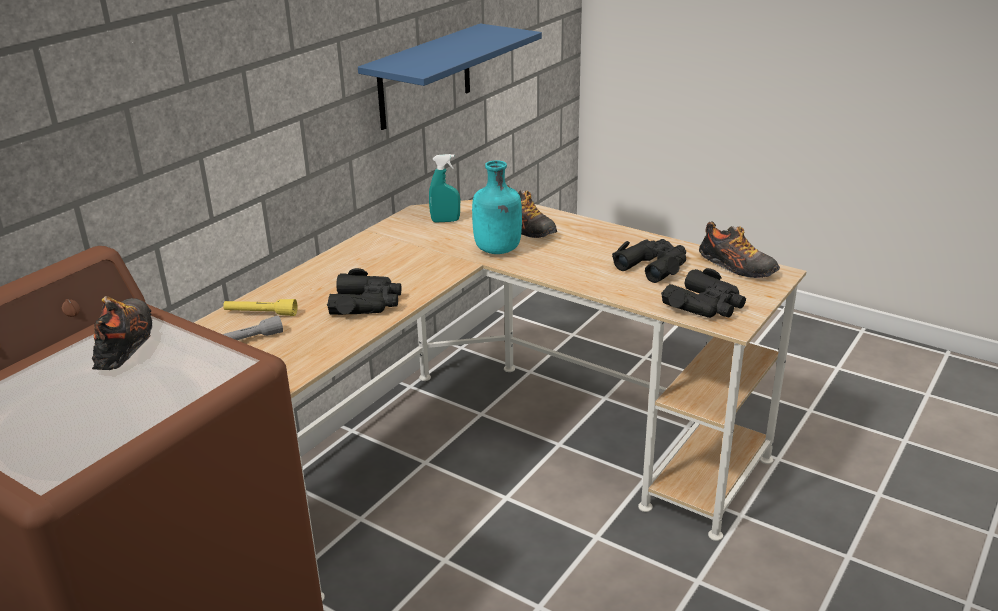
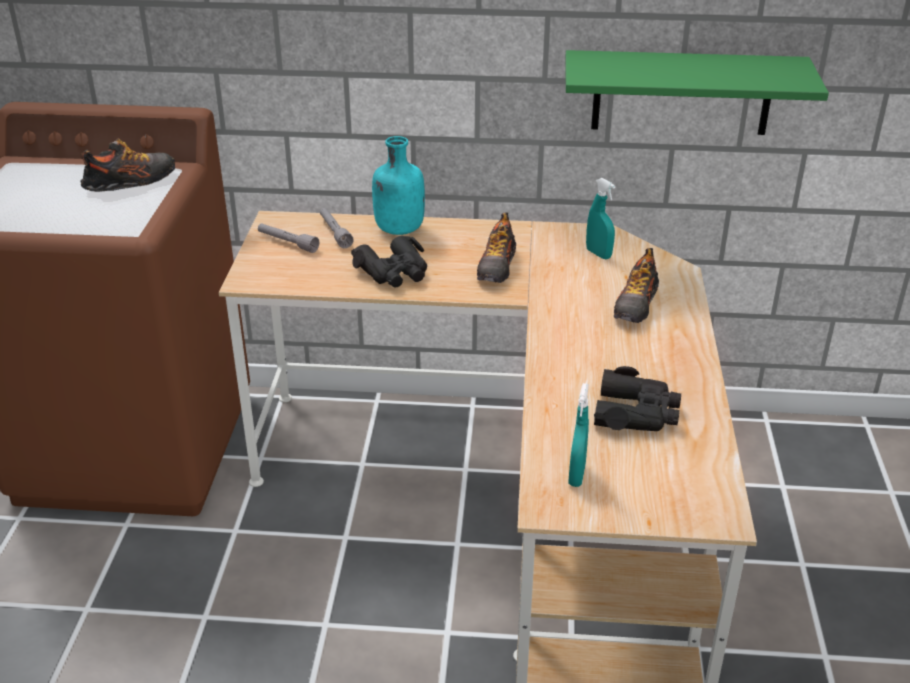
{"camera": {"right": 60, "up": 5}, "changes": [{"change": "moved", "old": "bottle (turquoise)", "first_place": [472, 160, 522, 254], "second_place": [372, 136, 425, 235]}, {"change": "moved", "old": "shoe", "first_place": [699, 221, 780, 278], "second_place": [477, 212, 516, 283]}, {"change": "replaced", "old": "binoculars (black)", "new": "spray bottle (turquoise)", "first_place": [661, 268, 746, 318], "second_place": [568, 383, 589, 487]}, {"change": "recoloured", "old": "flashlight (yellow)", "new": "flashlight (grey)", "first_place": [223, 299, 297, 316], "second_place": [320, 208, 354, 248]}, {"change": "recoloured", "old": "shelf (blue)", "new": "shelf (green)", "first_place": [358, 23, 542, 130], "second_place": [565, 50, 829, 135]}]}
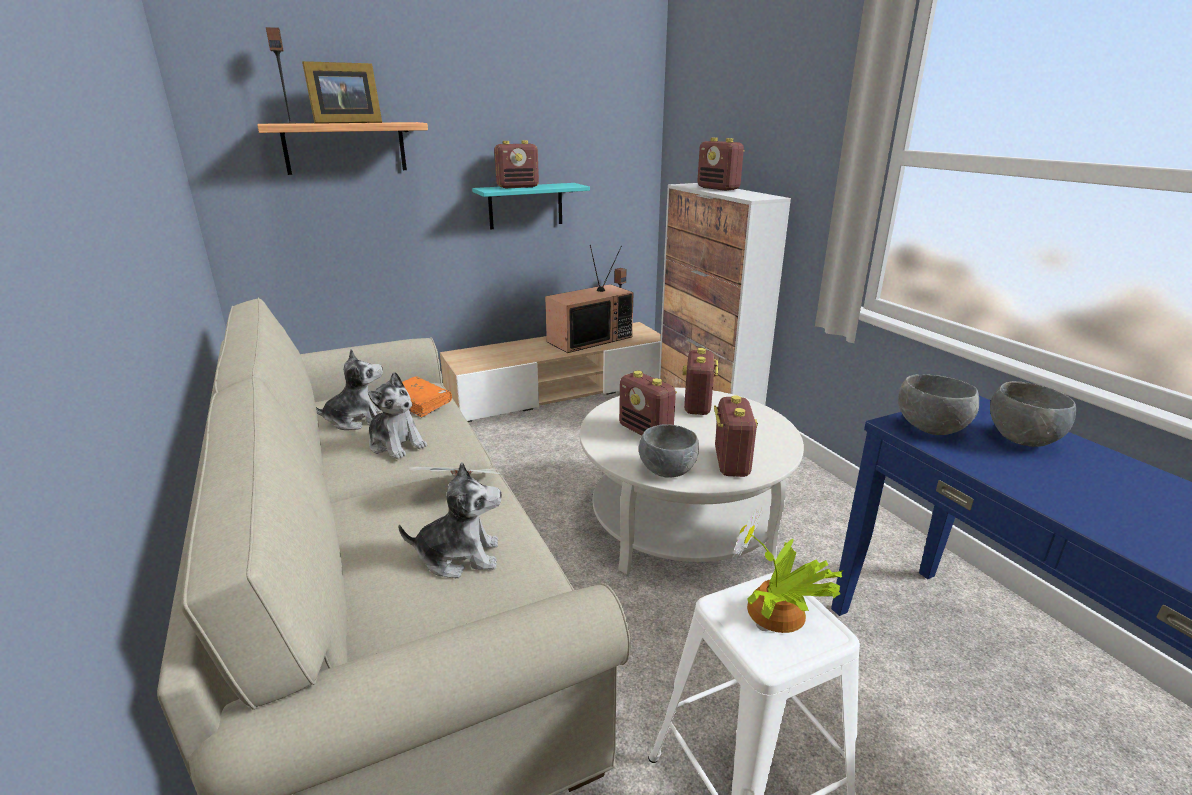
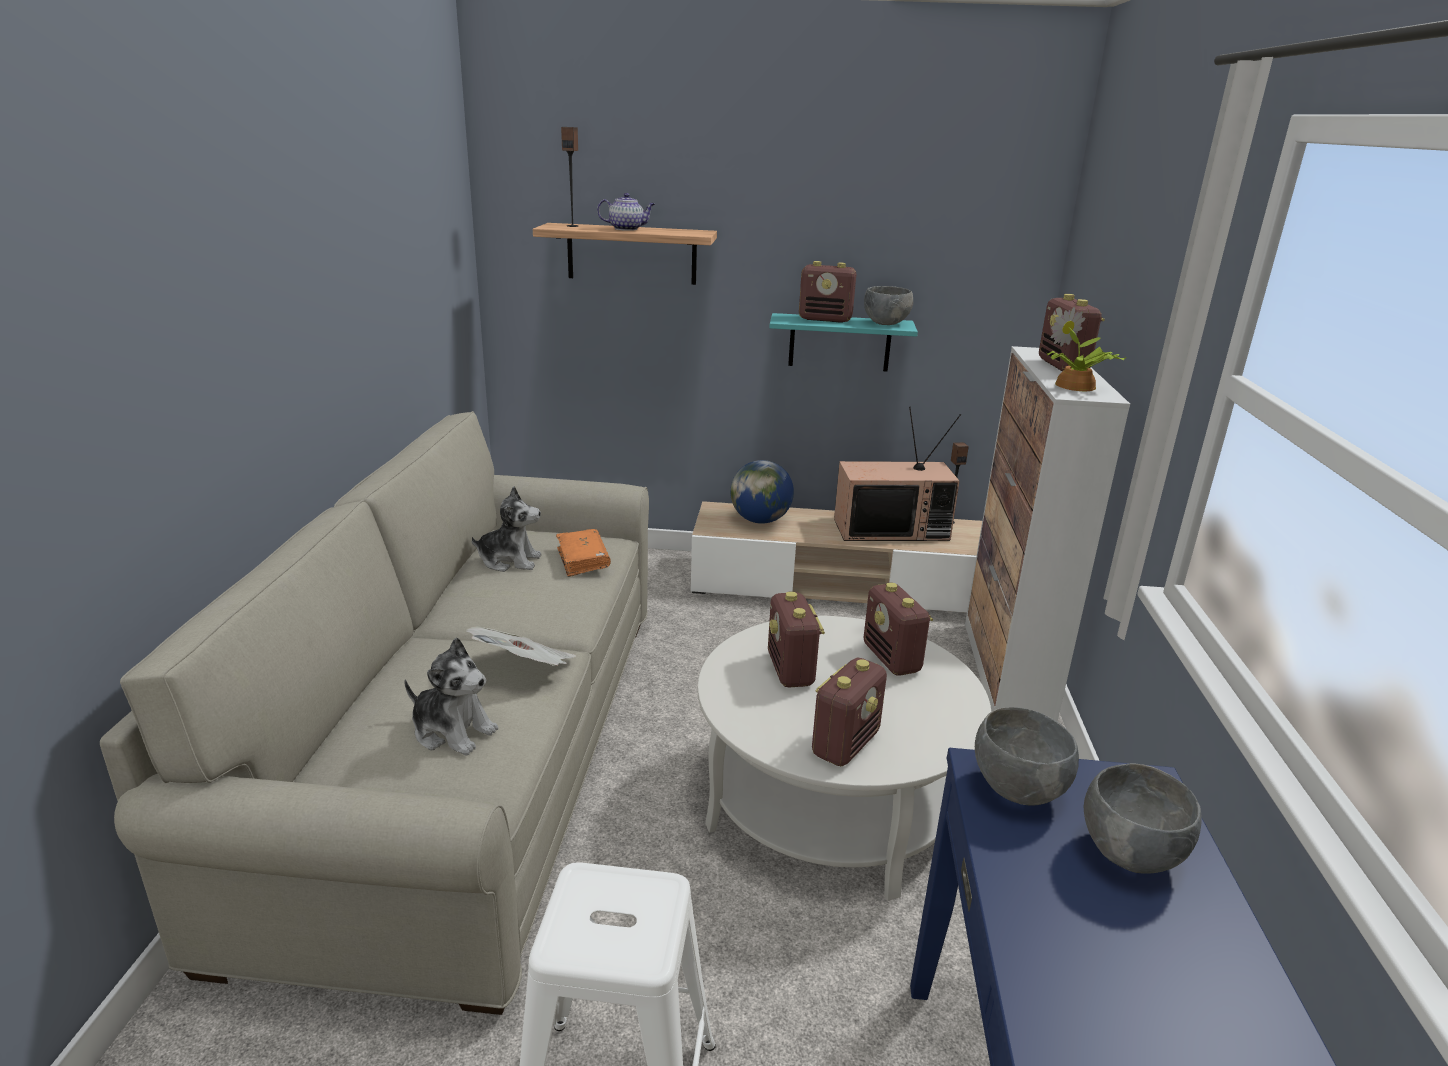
{"camera": {"right": 30, "up": 0}, "changes": [{"change": "removed", "old": "plush toy", "first_place": [368, 372, 427, 459]}, {"change": "added", "new": "globe", "second_place": [730, 460, 794, 524]}, {"change": "moved", "old": "bowl (grey)", "first_place": [639, 424, 699, 478], "second_place": [864, 286, 913, 325]}, {"change": "moved", "old": "potted plant", "first_place": [732, 508, 843, 633], "second_place": [1047, 307, 1126, 391]}, {"change": "replaced", "old": "picture frame", "new": "teapot", "first_place": [302, 61, 382, 124], "second_place": [597, 193, 655, 231]}, {"change": "turned", "old": "radio", "first_place": [682, 348, 718, 415], "second_place": [863, 582, 933, 676], "degrees": -60}]}
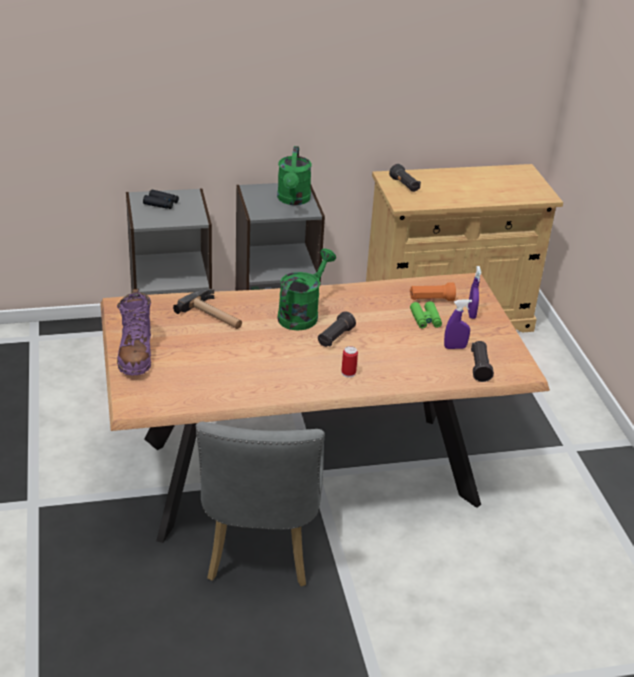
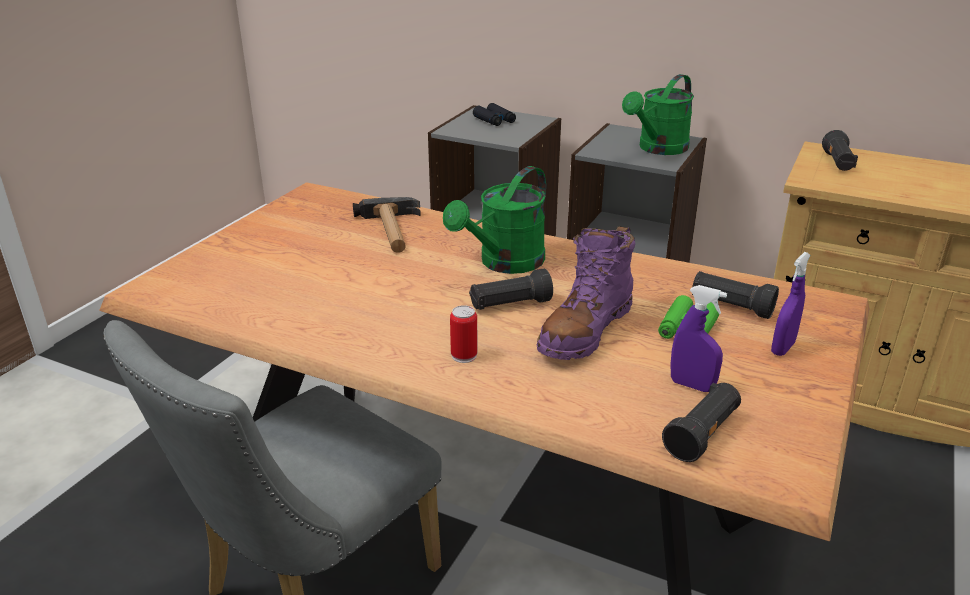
{"camera": {"right": 40, "up": -5}, "changes": [{"change": "moved", "old": "boot (purple)", "first_place": [117, 289, 151, 375], "second_place": [537, 226, 635, 360]}, {"change": "recoloured", "old": "flashlight (orange)", "new": "flashlight (black)", "first_place": [410, 283, 456, 301], "second_place": [692, 271, 779, 319]}, {"change": "turned", "old": "watering can (green)", "first_place": [277, 248, 336, 331], "second_place": [443, 166, 546, 274], "degrees": 150}]}
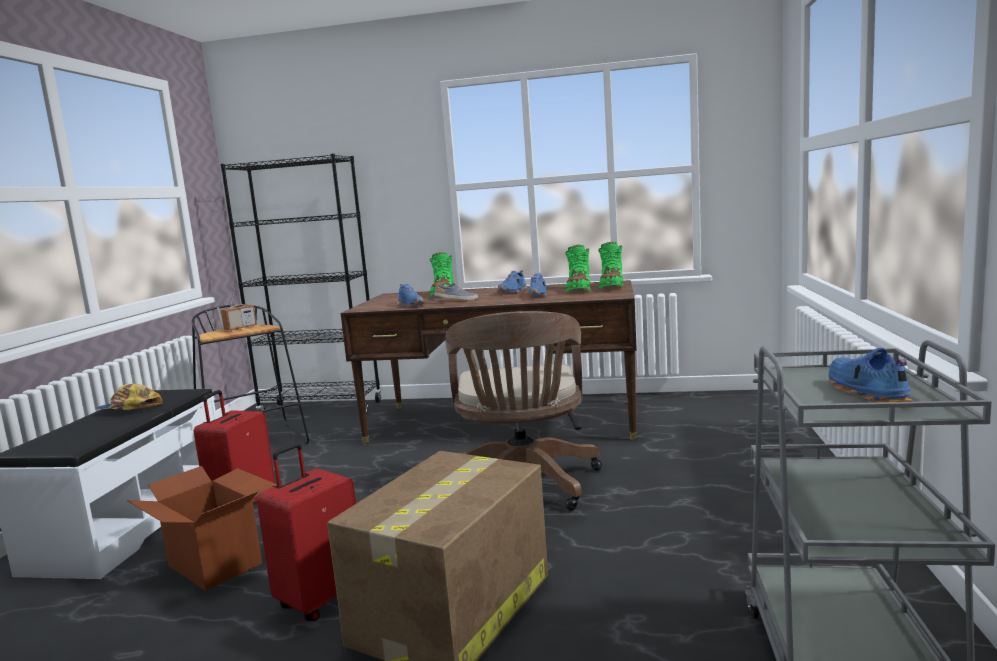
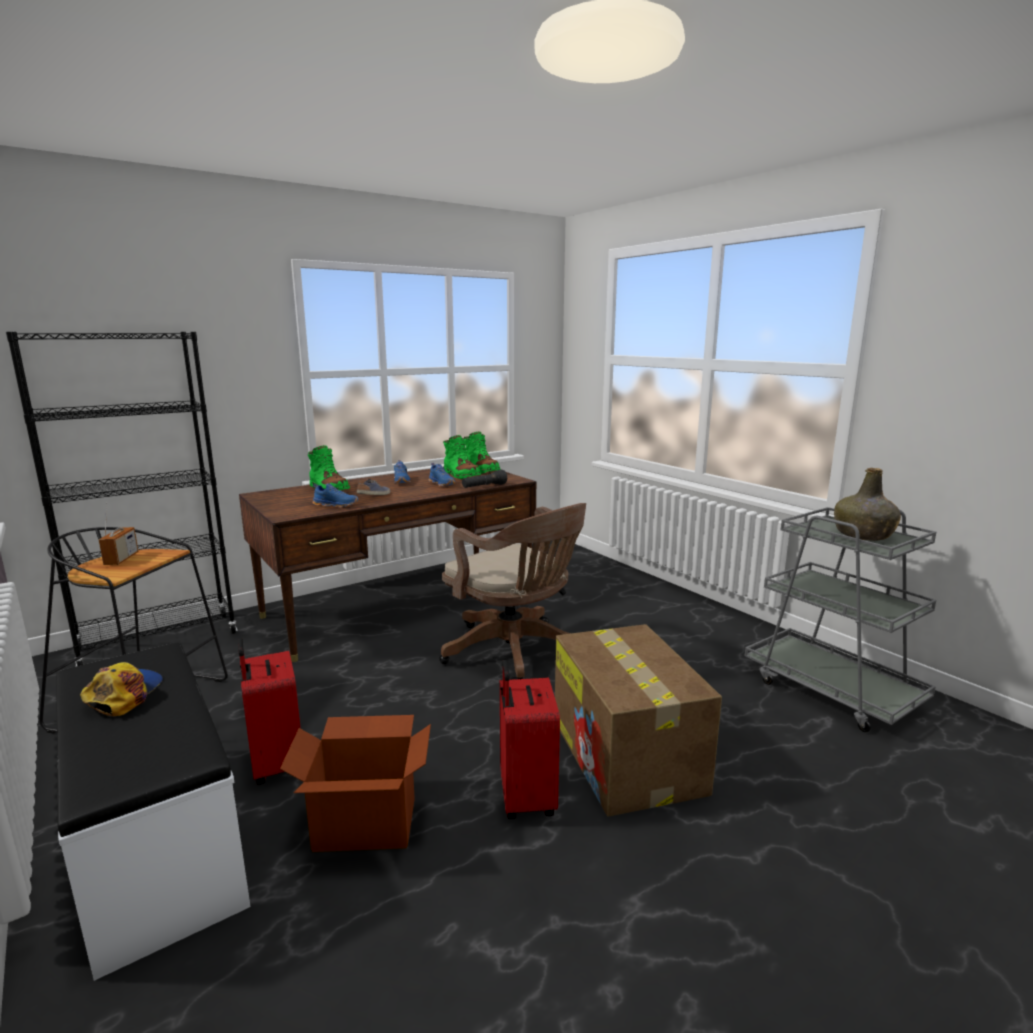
{"camera": {"right": -45, "up": 5}, "changes": [{"change": "added", "new": "flashlight (black)", "second_place": [462, 470, 507, 488]}, {"change": "replaced", "old": "shoe (blue)", "new": "bottle (green)", "first_place": [829, 348, 913, 402], "second_place": [834, 468, 901, 541]}, {"change": "turned", "old": "cap", "first_place": [95, 384, 162, 410], "second_place": [80, 662, 163, 716], "degrees": 120}]}
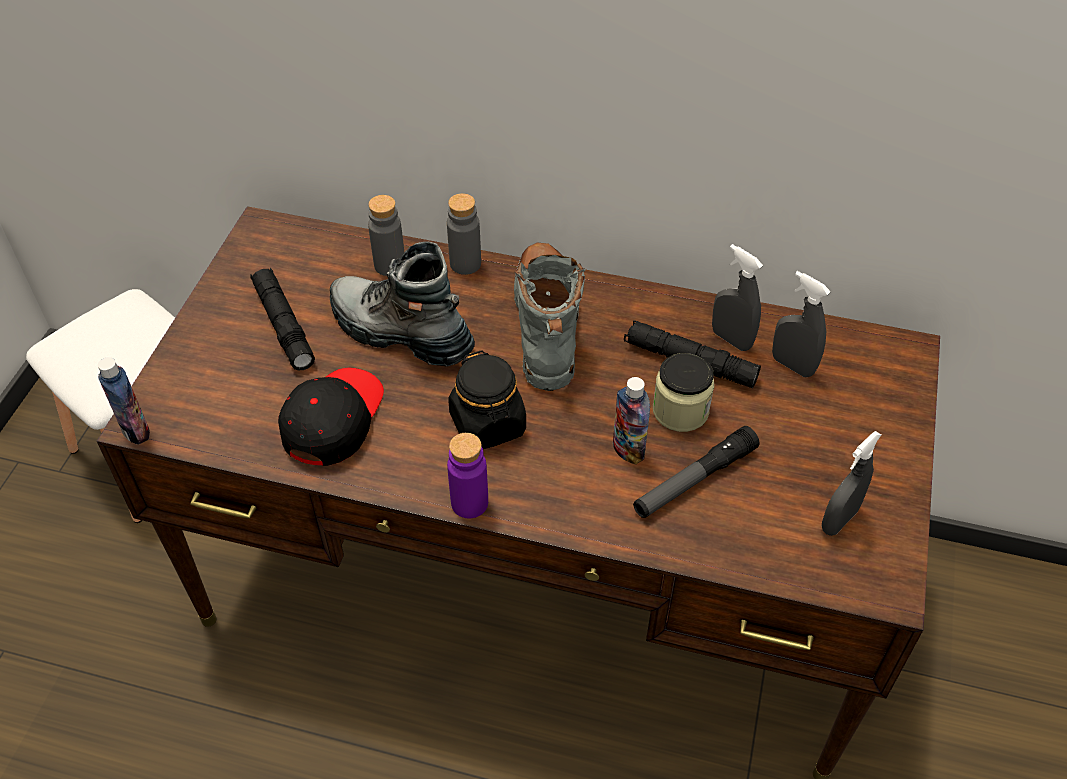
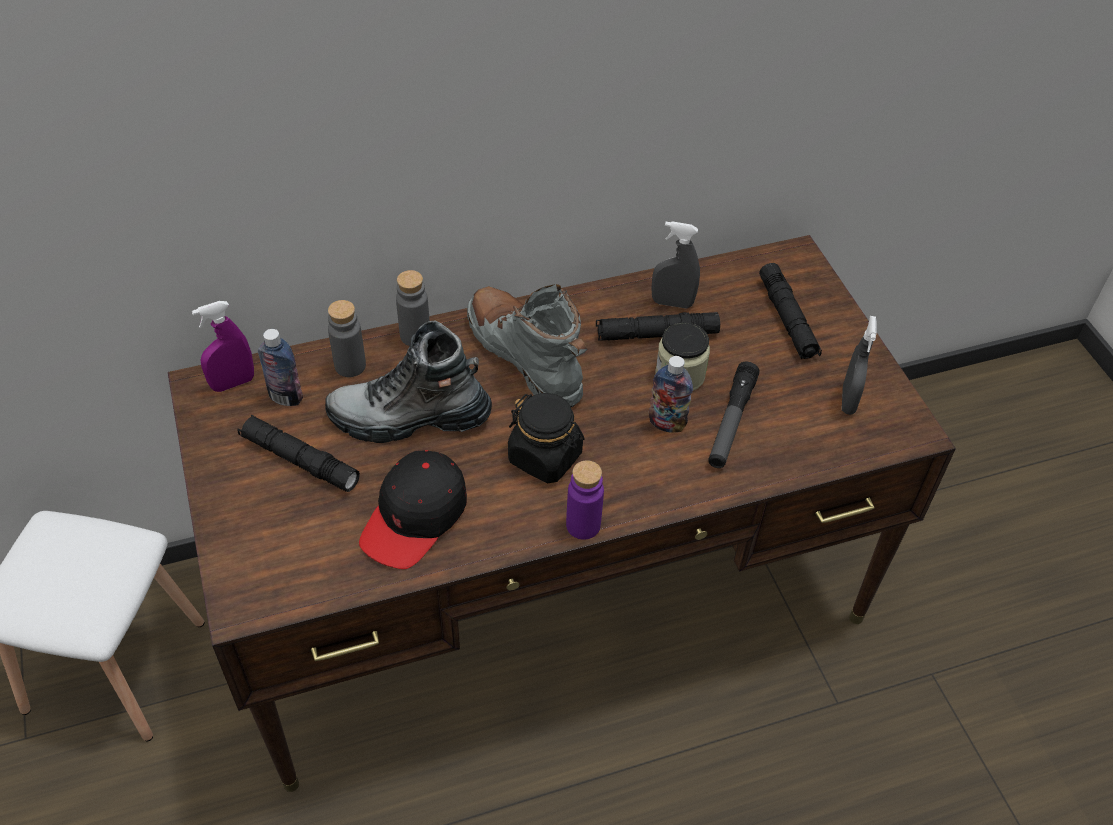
{"camera": {"right": -35, "up": 0}, "changes": [{"change": "removed", "old": "spray bottle (grey)", "first_place": [772, 271, 831, 377]}, {"change": "added", "new": "spray bottle (purple)", "second_place": [192, 301, 254, 392]}, {"change": "added", "new": "flashlight (black)", "second_place": [759, 263, 822, 359]}, {"change": "moved", "old": "bottle", "first_place": [98, 357, 150, 444], "second_place": [258, 329, 303, 406]}, {"change": "turned", "old": "cap (black)", "first_place": [278, 368, 384, 466], "second_place": [359, 450, 467, 569], "degrees": -135}]}
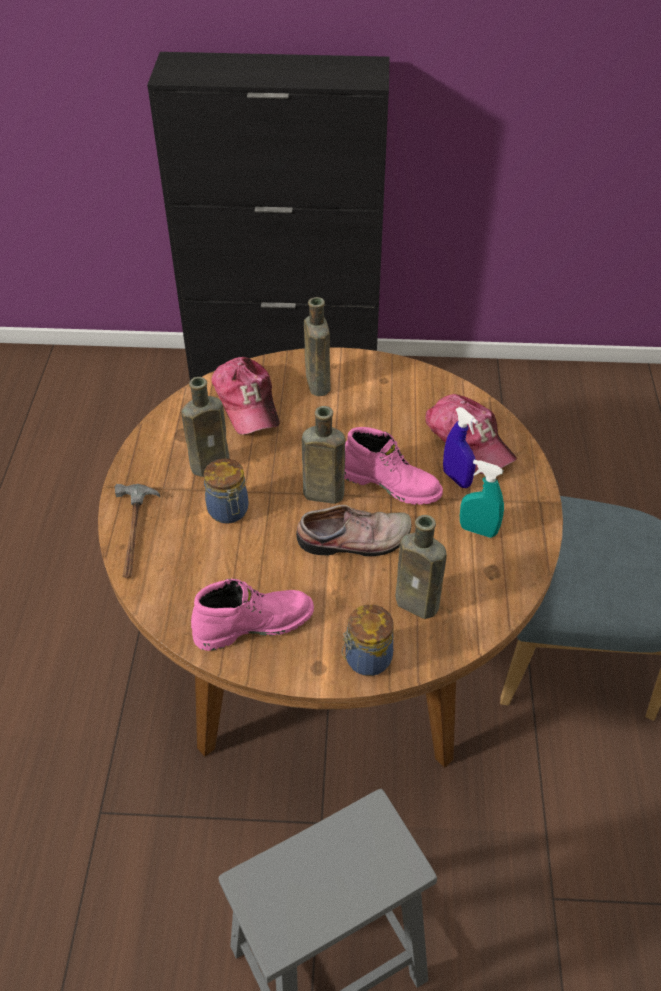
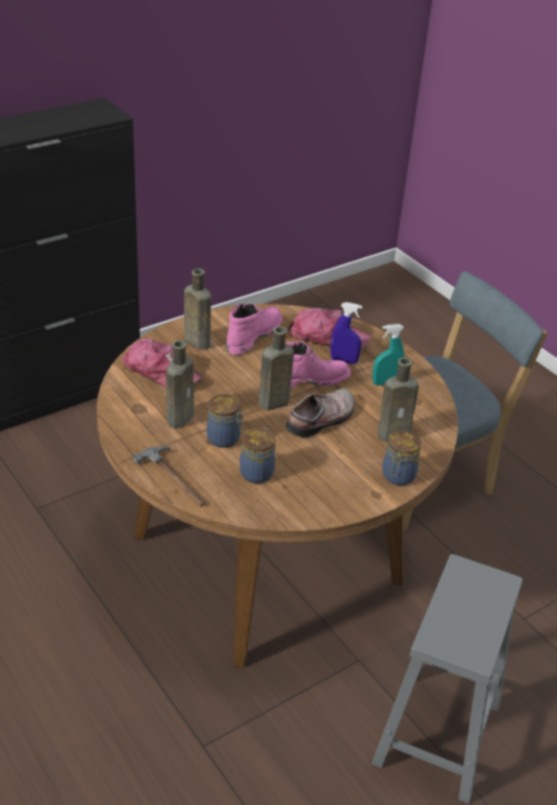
{"camera": {"right": -40, "up": -10}, "changes": [{"change": "added", "new": "jar", "second_place": [240, 428, 275, 484]}, {"change": "moved", "old": "boot (pink)", "first_place": [191, 579, 314, 651], "second_place": [226, 303, 282, 355]}]}
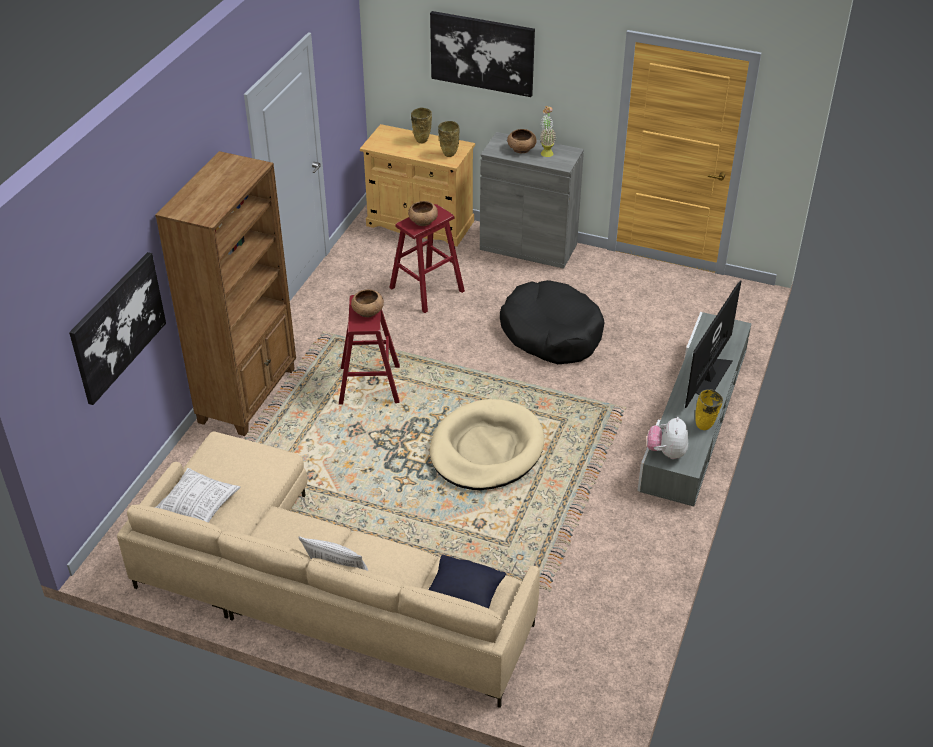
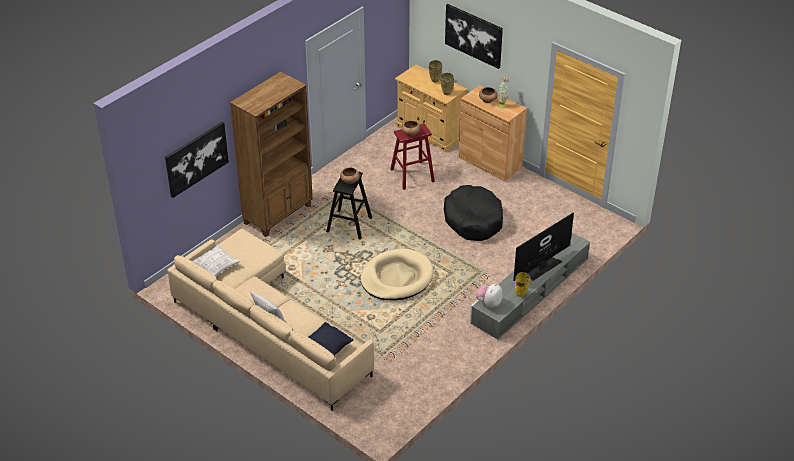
{"camera": {"right": 20, "up": 0}, "changes": [{"change": "recoloured", "old": "stool (red)", "new": "stool (black)", "first_place": [339, 295, 400, 405], "second_place": [326, 171, 372, 240]}, {"change": "recoloured", "old": "cabinet (grey)", "new": "cabinet (brown)", "first_place": [480, 132, 584, 269], "second_place": [458, 85, 527, 181]}]}
